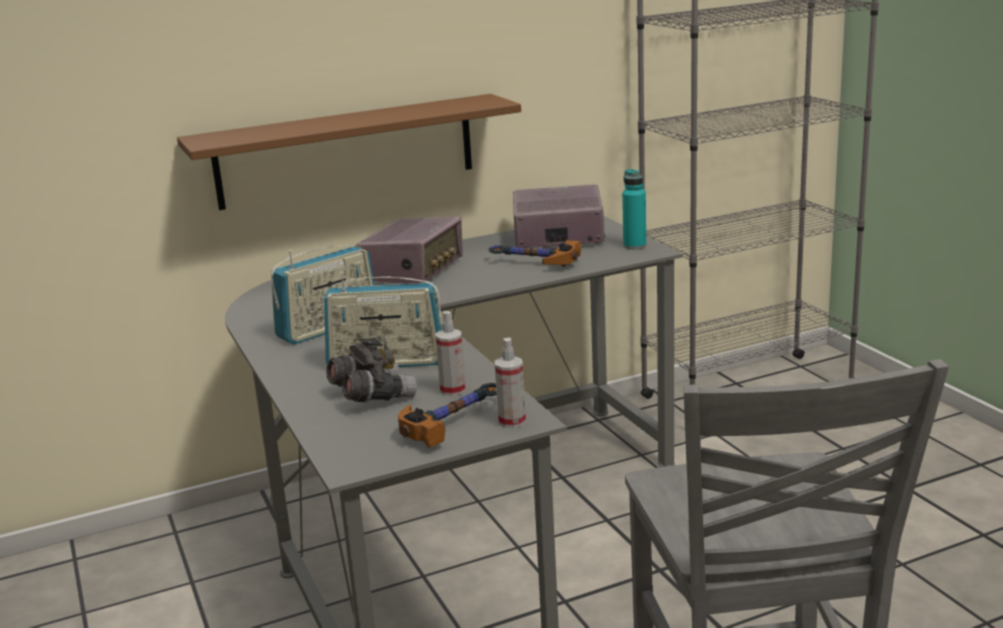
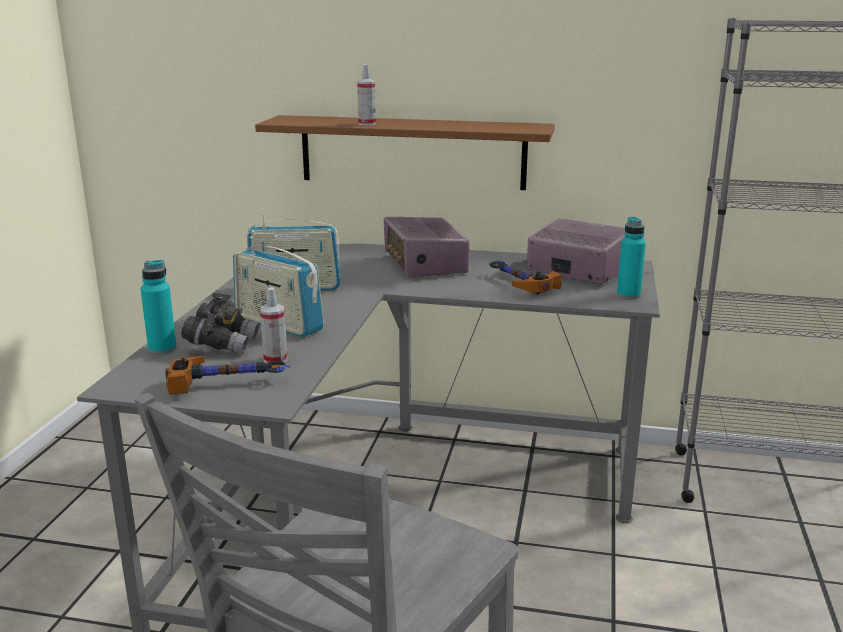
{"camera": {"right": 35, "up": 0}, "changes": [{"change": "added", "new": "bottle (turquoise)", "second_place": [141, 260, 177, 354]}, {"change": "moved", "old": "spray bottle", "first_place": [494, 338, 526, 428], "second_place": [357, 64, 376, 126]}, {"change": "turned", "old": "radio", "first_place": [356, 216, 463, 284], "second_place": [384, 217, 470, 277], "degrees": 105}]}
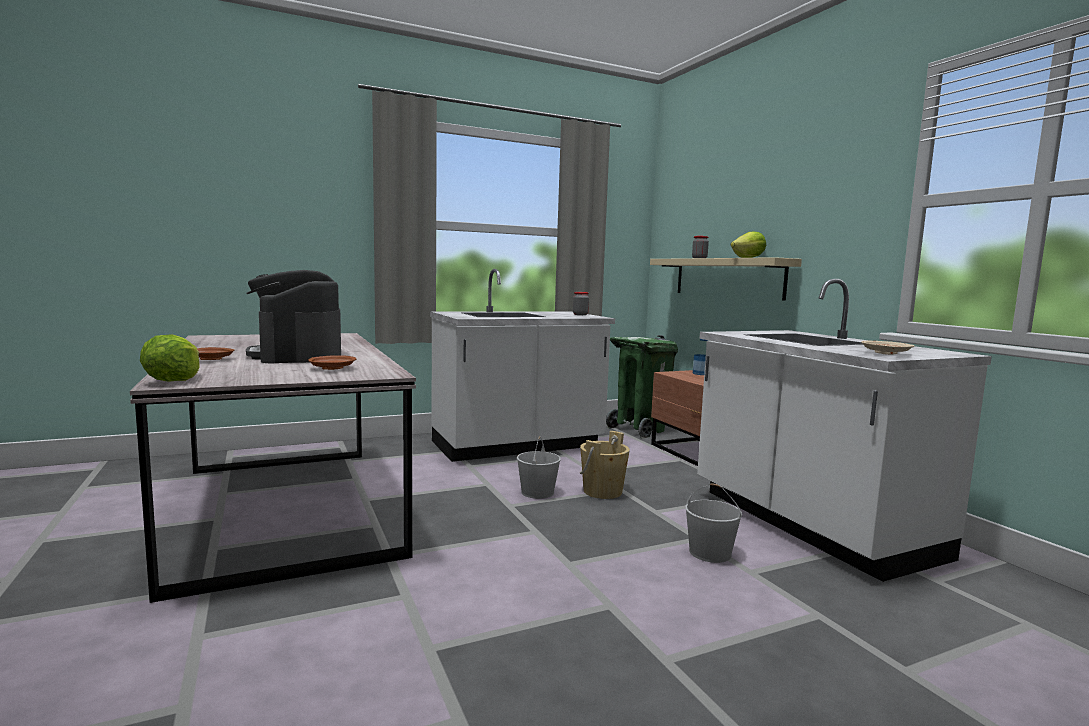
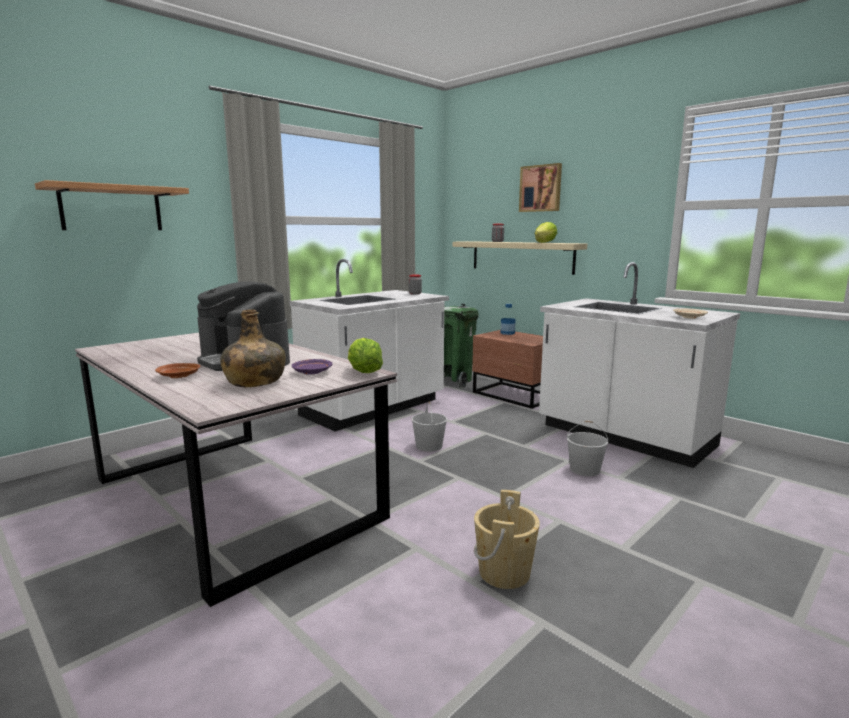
{"camera": {"right": -20, "up": 5}, "changes": [{"change": "added", "new": "shelf", "second_place": [35, 180, 189, 230]}, {"change": "added", "new": "bottle (green)", "second_place": [220, 309, 286, 387]}, {"change": "added", "new": "picture", "second_place": [519, 163, 562, 212]}, {"change": "moved", "old": "lettuce", "first_place": [140, 334, 199, 382], "second_place": [348, 338, 383, 373]}, {"change": "moved", "old": "bucket (beige)", "first_place": [580, 431, 630, 499], "second_place": [474, 490, 540, 589]}, {"change": "recoloured", "old": "plate (brown)", "new": "plate (purple)", "first_place": [308, 355, 356, 370], "second_place": [292, 359, 332, 375]}]}
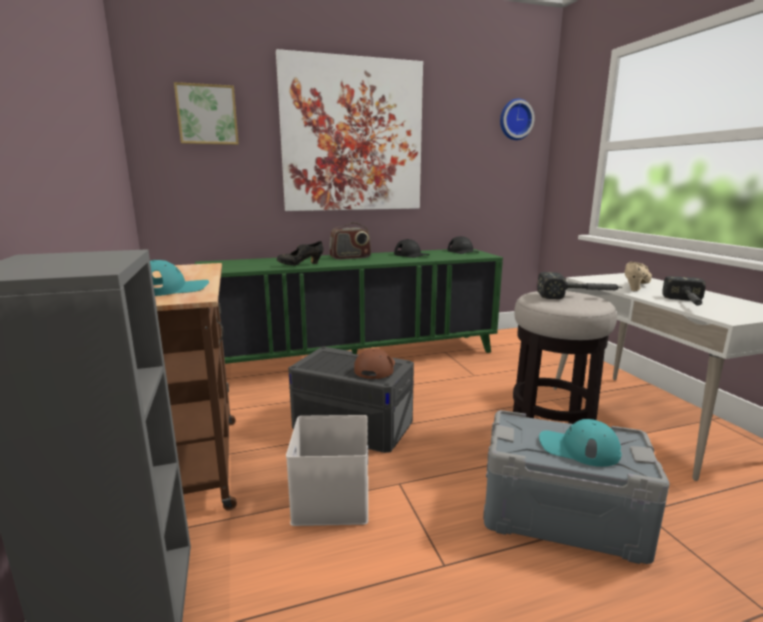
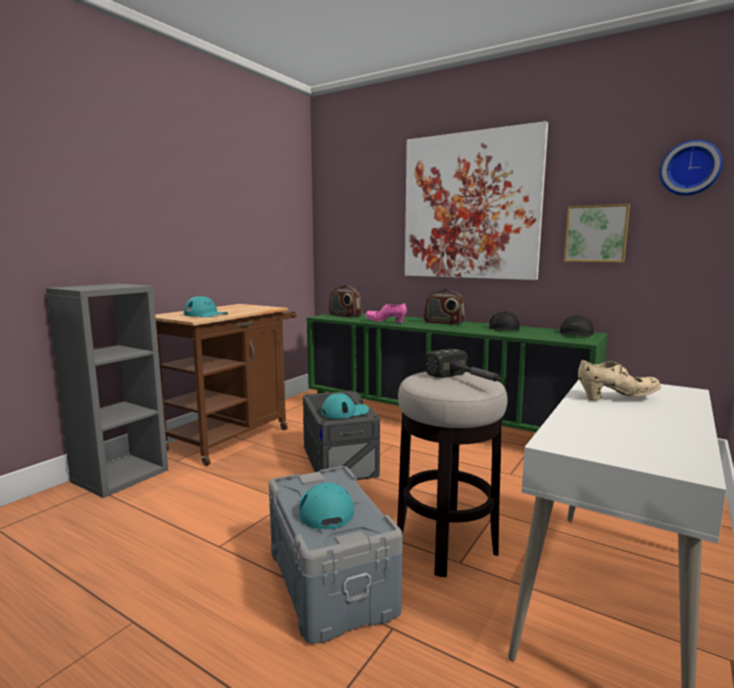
{"camera": {"right": 50, "up": -5}, "changes": [{"change": "removed", "old": "storage box (white)", "first_place": [286, 415, 368, 526]}, {"change": "removed", "old": "hammer", "first_place": [662, 276, 706, 306]}, {"change": "added", "new": "radio", "second_place": [329, 285, 362, 318]}, {"change": "moved", "old": "picture", "first_place": [174, 82, 239, 145], "second_place": [564, 204, 630, 262]}, {"change": "recoloured", "old": "shoe (black)", "new": "shoe (pink)", "first_place": [277, 241, 323, 266], "second_place": [365, 303, 407, 323]}, {"change": "recoloured", "old": "cap (brown)", "new": "cap (turquoise)", "first_place": [354, 348, 395, 379], "second_place": [321, 393, 369, 419]}]}
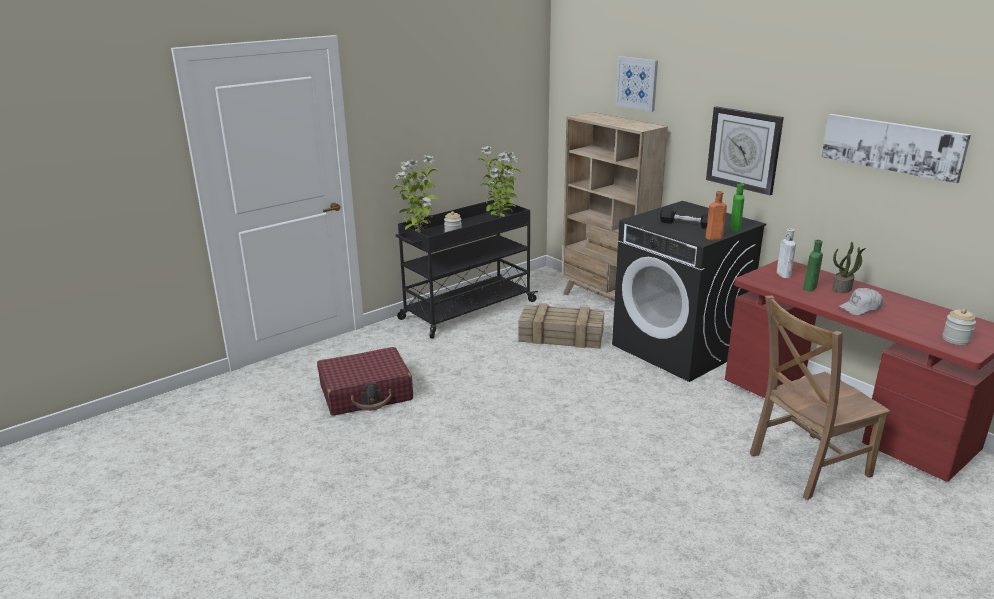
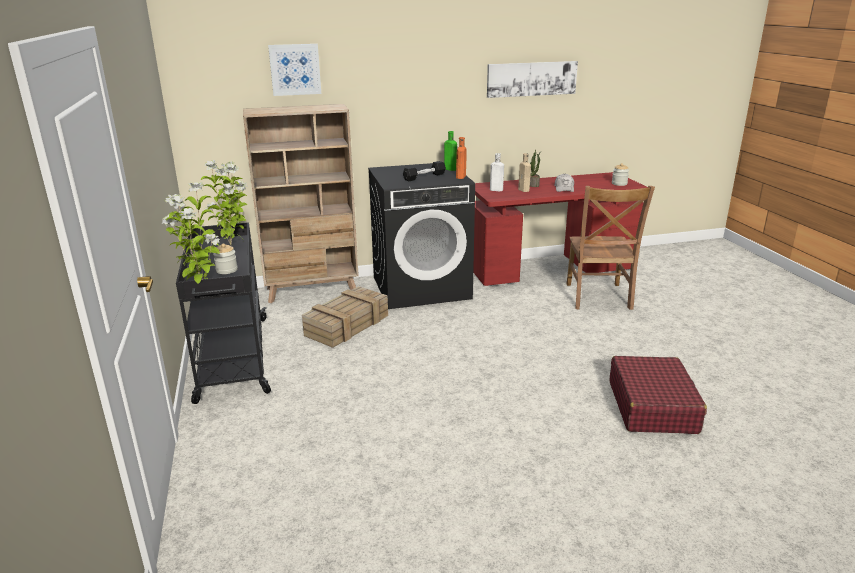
{"camera": {"right": -65, "up": 0}, "changes": [{"change": "removed", "old": "wall clock", "first_place": [706, 106, 784, 195]}, {"change": "moved", "old": "suitcase (red)", "first_place": [317, 347, 413, 416], "second_place": [609, 356, 707, 434]}, {"change": "recoloured", "old": "bottle (green)", "new": "bottle (beige)", "first_place": [803, 240, 823, 291], "second_place": [518, 153, 531, 192]}]}
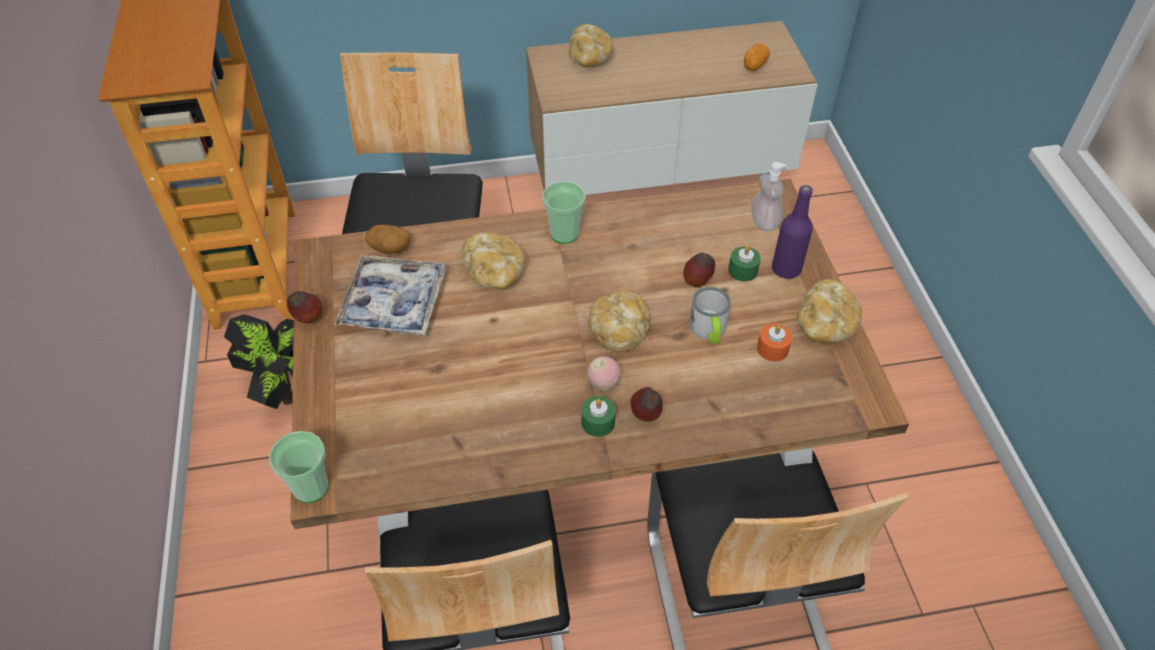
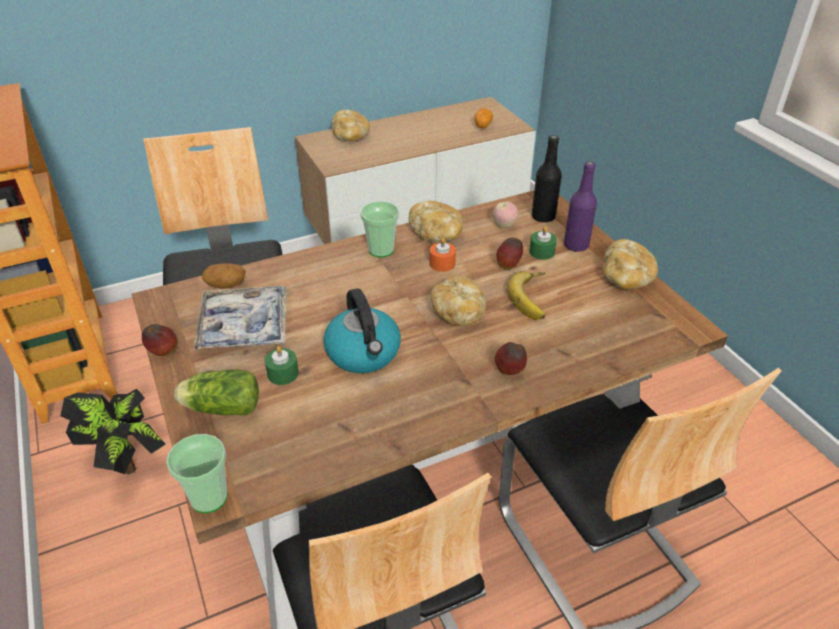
{"camera": {"right": -15, "up": -10}, "changes": [{"change": "added", "new": "lettuce", "second_place": [174, 369, 259, 416]}, {"change": "added", "new": "kettle", "second_place": [323, 288, 401, 373]}, {"change": "moved", "old": "bread", "first_place": [461, 233, 526, 289], "second_place": [409, 201, 463, 242]}, {"change": "moved", "old": "candle (green)", "first_place": [581, 396, 616, 437], "second_place": [265, 346, 299, 385]}, {"change": "moved", "old": "apple", "first_place": [587, 356, 621, 392], "second_place": [493, 201, 518, 228]}, {"change": "moved", "old": "candle (orange)", "first_place": [757, 324, 792, 361], "second_place": [429, 238, 456, 272]}, {"change": "replaced", "old": "mug", "new": "banana", "first_place": [689, 287, 731, 344], "second_place": [507, 271, 545, 320]}, {"change": "replaced", "old": "soap dispenser", "new": "bottle (black)", "first_place": [752, 162, 786, 231], "second_place": [532, 135, 562, 222]}]}
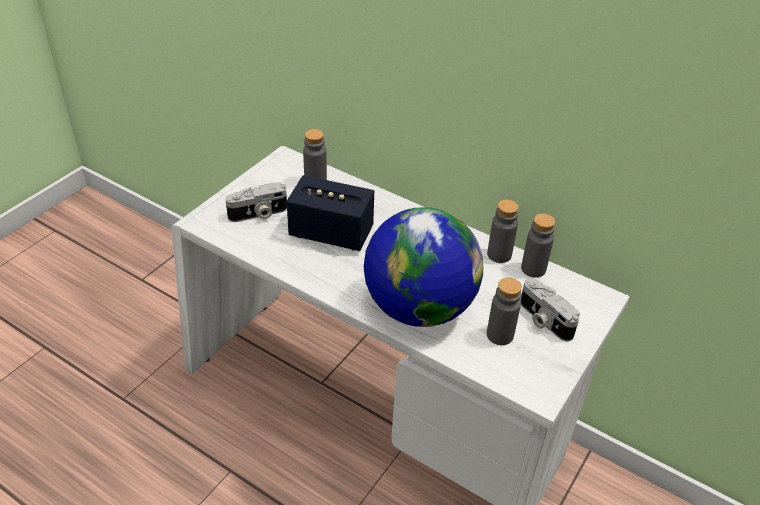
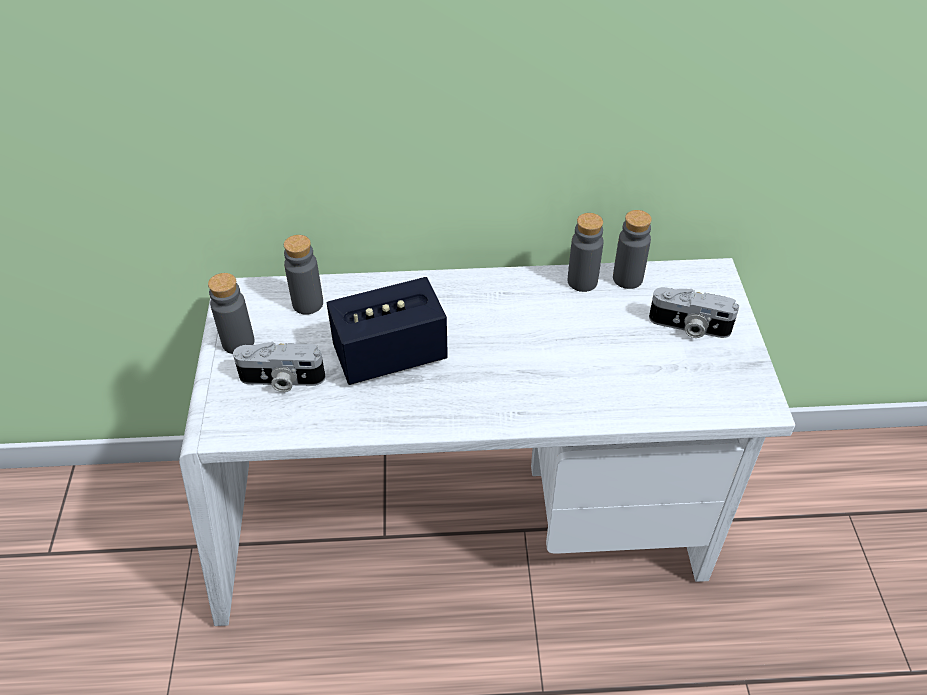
{"camera": {"right": -35, "up": 5}, "changes": [{"change": "removed", "old": "globe", "first_place": [364, 207, 483, 327]}, {"change": "moved", "old": "bottle (grey)", "first_place": [487, 277, 522, 345], "second_place": [208, 273, 255, 354]}, {"change": "turned", "old": "photo camera", "first_place": [225, 182, 287, 222], "second_place": [233, 341, 326, 392], "degrees": 60}]}
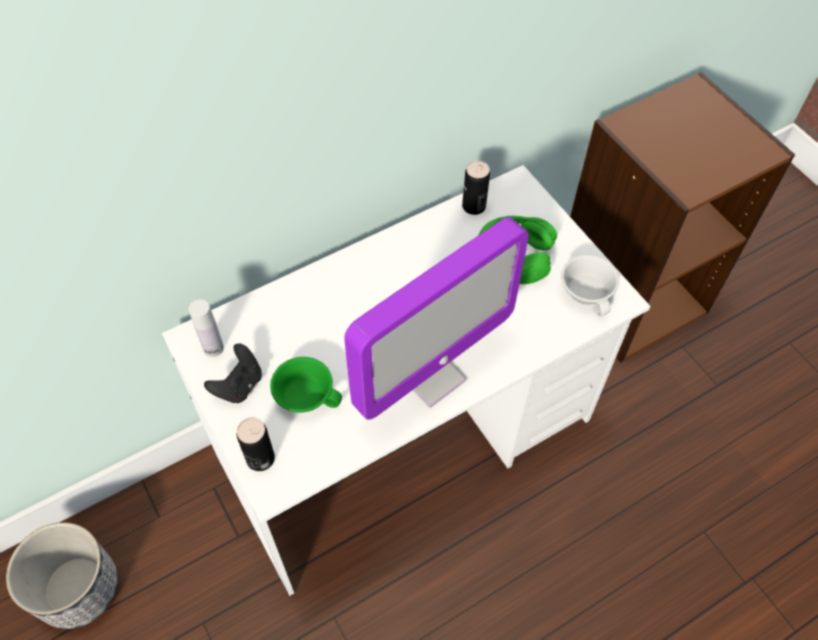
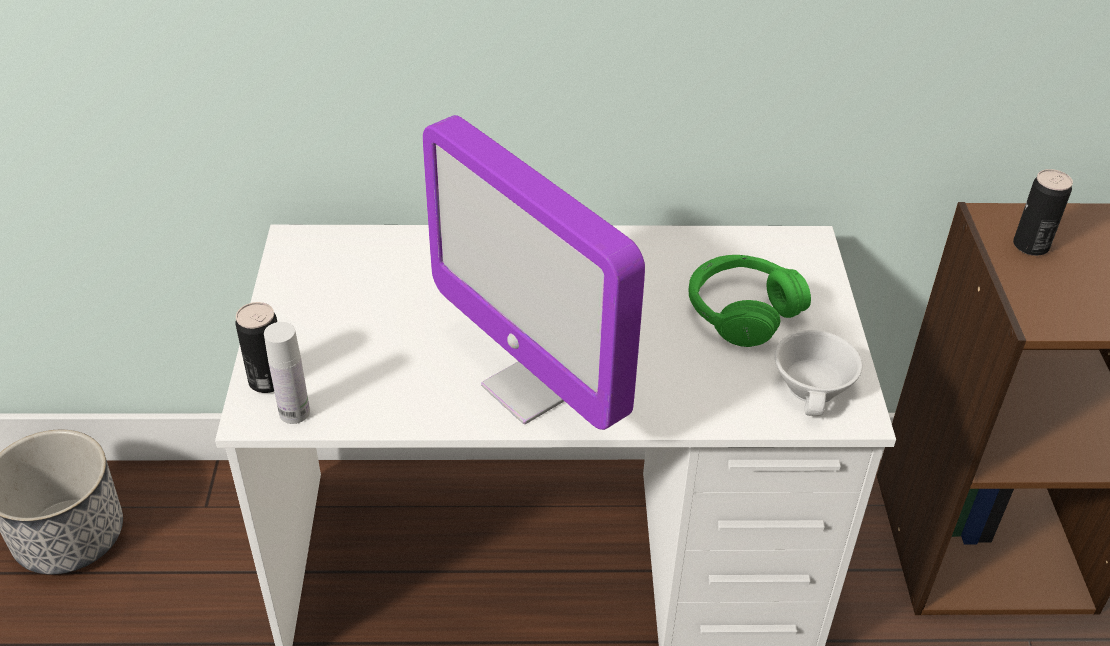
{"camera": {"right": 30, "up": -15}, "changes": [{"change": "removed", "old": "game controller (black)", "first_place": [204, 344, 262, 403]}, {"change": "removed", "old": "cup (green)", "first_place": [270, 357, 342, 412]}, {"change": "moved", "old": "bottle (white)", "first_place": [189, 299, 224, 357], "second_place": [264, 322, 310, 424]}, {"change": "moved", "old": "can", "first_place": [462, 160, 490, 215], "second_place": [1013, 169, 1073, 256]}, {"change": "turned", "old": "monitor", "first_place": [344, 217, 529, 420], "second_place": [423, 115, 645, 430], "degrees": 60}]}
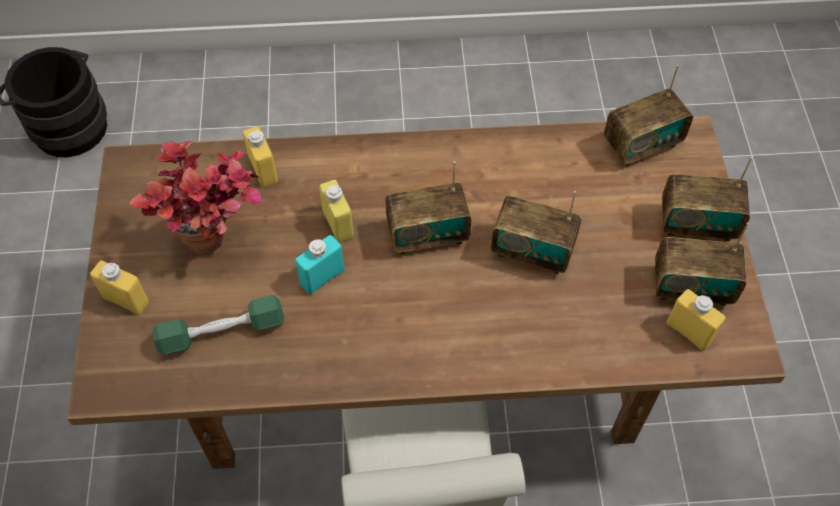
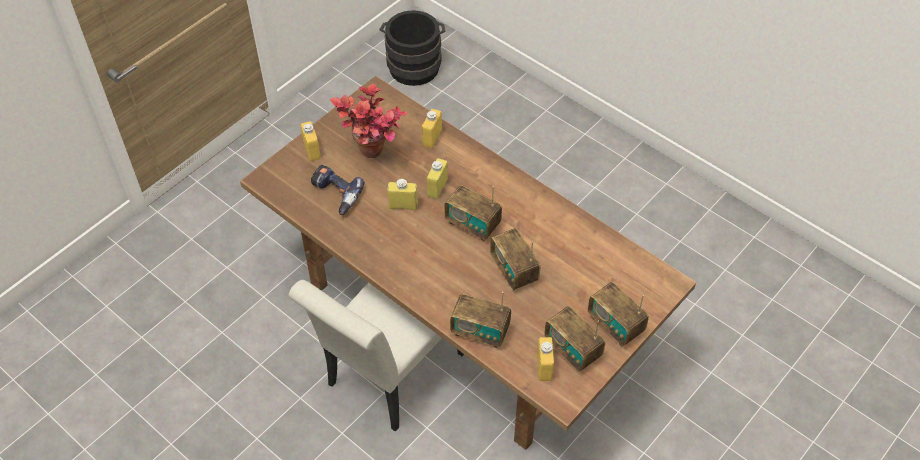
{"camera": {"right": 45, "up": -5}, "changes": [{"change": "moved", "old": "radio", "first_place": [604, 65, 693, 167], "second_place": [450, 292, 511, 348]}, {"change": "replaced", "old": "dumbbell (green)", "new": "power drill", "first_place": [152, 295, 284, 355], "second_place": [311, 165, 365, 215]}, {"change": "recoloured", "old": "bottle (turquoise)", "new": "bottle (yellow)", "first_place": [295, 235, 345, 295], "second_place": [387, 179, 418, 210]}]}
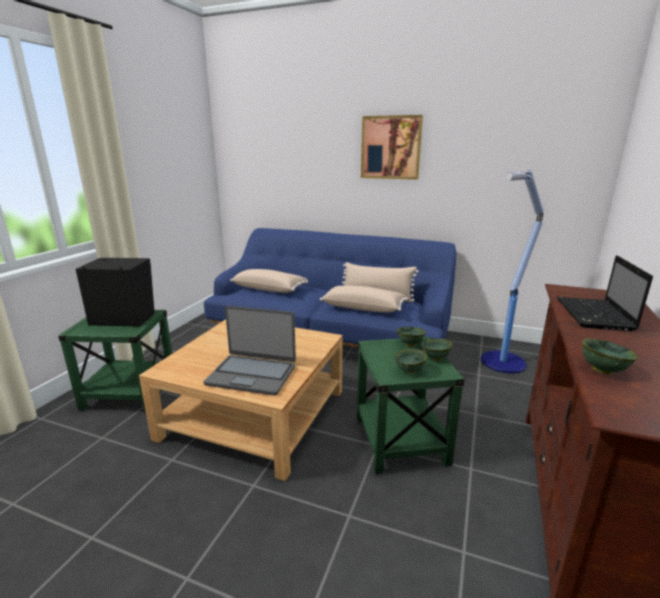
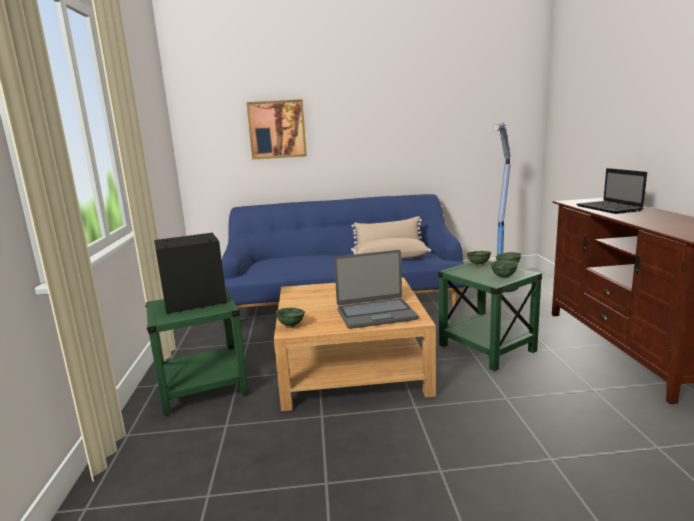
{"camera": {"right": -25, "up": -5}, "changes": [{"change": "removed", "old": "pillow (beige)", "first_place": [230, 269, 308, 293]}, {"change": "moved", "old": "picture", "first_place": [361, 115, 423, 180], "second_place": [246, 99, 307, 160]}, {"change": "moved", "old": "bowl (green)", "first_place": [582, 338, 638, 375], "second_place": [276, 308, 305, 328]}]}
